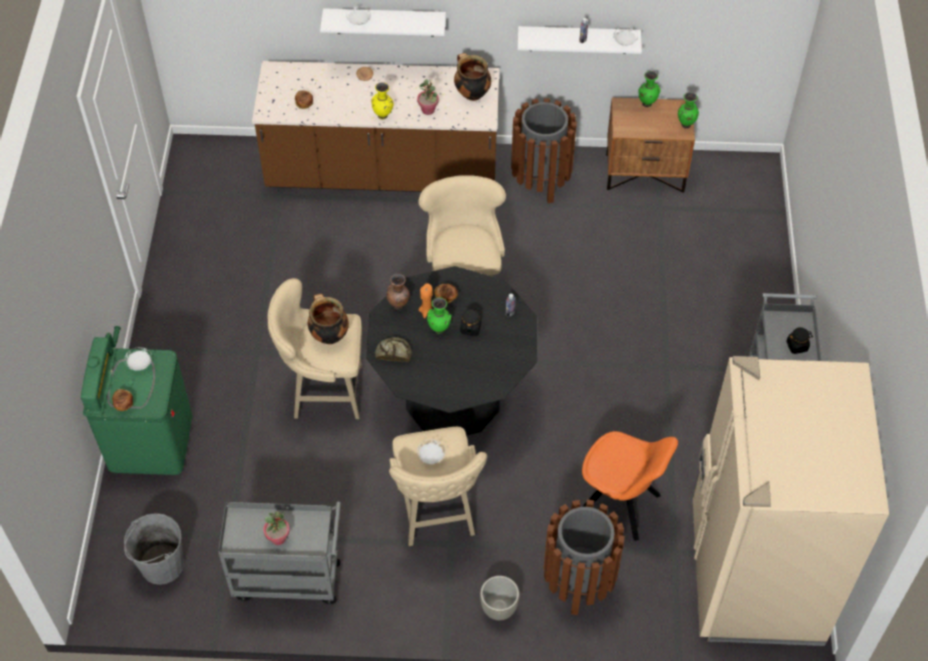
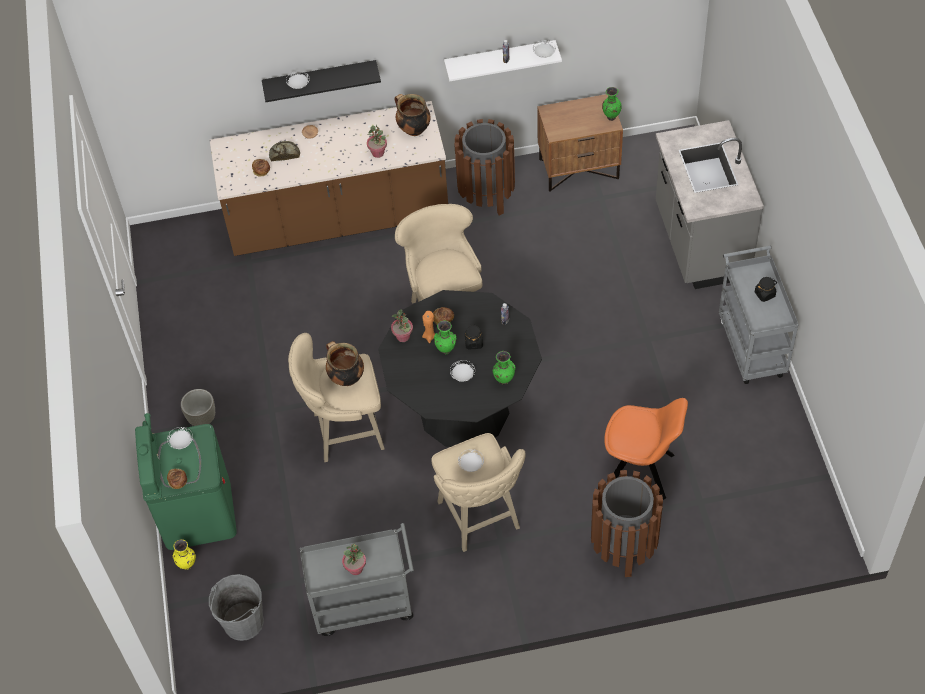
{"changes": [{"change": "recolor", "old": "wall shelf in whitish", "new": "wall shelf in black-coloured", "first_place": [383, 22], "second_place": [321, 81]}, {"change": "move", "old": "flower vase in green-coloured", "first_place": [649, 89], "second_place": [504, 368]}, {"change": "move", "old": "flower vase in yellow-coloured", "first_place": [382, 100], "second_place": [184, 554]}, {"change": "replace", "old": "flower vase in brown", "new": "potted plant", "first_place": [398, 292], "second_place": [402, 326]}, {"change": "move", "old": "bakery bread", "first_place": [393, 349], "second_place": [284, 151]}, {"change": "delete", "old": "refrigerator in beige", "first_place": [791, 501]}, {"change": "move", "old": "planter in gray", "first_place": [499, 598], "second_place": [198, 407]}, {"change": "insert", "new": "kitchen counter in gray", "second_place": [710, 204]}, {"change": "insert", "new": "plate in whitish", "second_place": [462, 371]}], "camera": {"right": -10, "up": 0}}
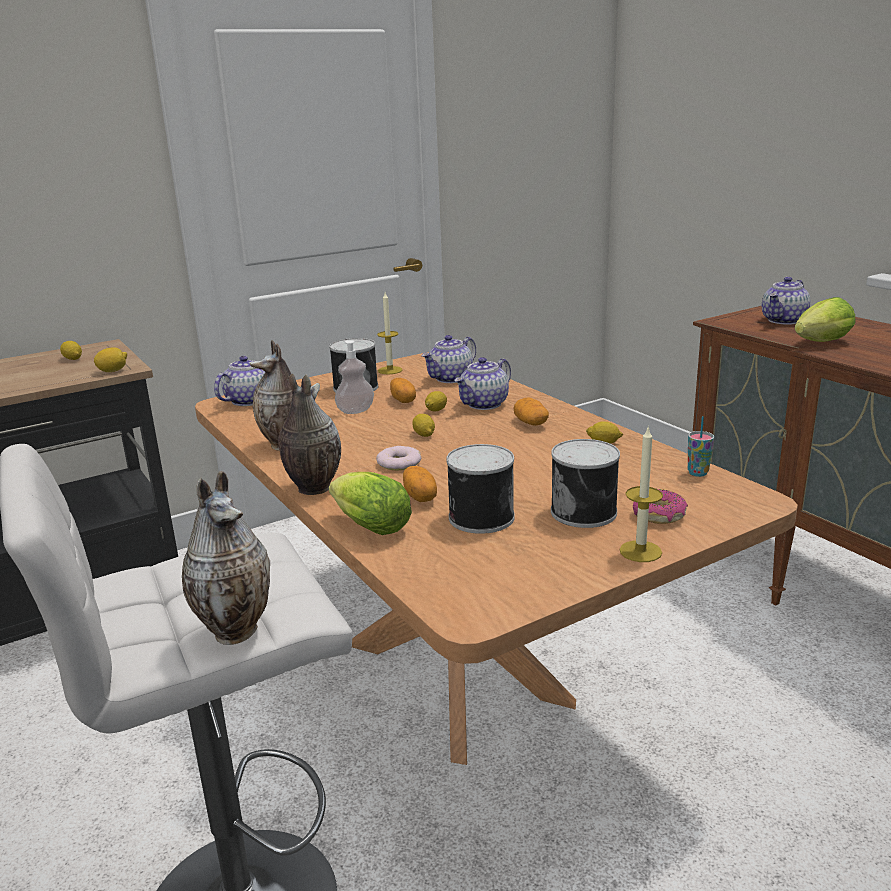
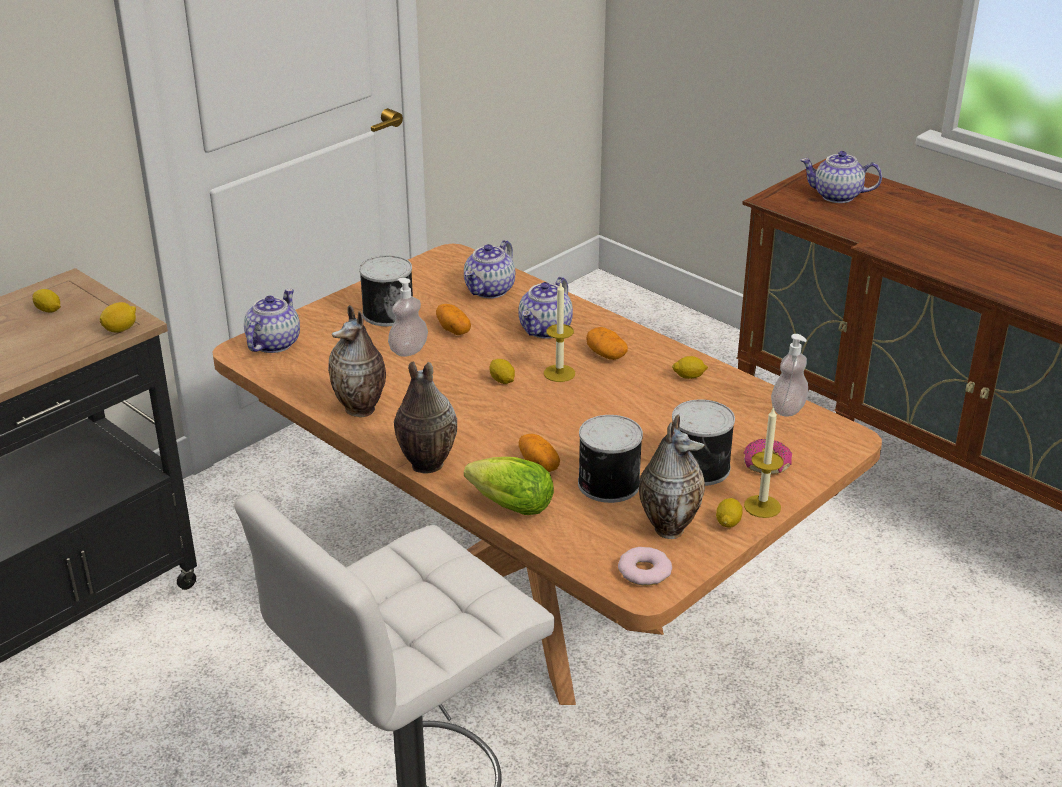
{"changes": [{"change": "rotate", "old": "teapot", "first_place": [786, 301], "second_place": [841, 177], "degrees": 75}, {"change": "move", "old": "candle", "first_place": [389, 333], "second_place": [559, 332]}, {"change": "delete", "old": "lettuce", "first_place": [825, 319]}, {"change": "move", "old": "citrus fruit", "first_place": [436, 401], "second_place": [729, 513]}, {"change": "replace", "old": "cup", "new": "soap bottle", "first_place": [701, 446], "second_place": [790, 375]}, {"change": "move", "old": "doughnut", "first_place": [398, 458], "second_place": [645, 566]}, {"change": "move", "old": "flower vase", "first_place": [226, 558], "second_place": [672, 476]}], "camera": {"right": -15, "up": 10}}
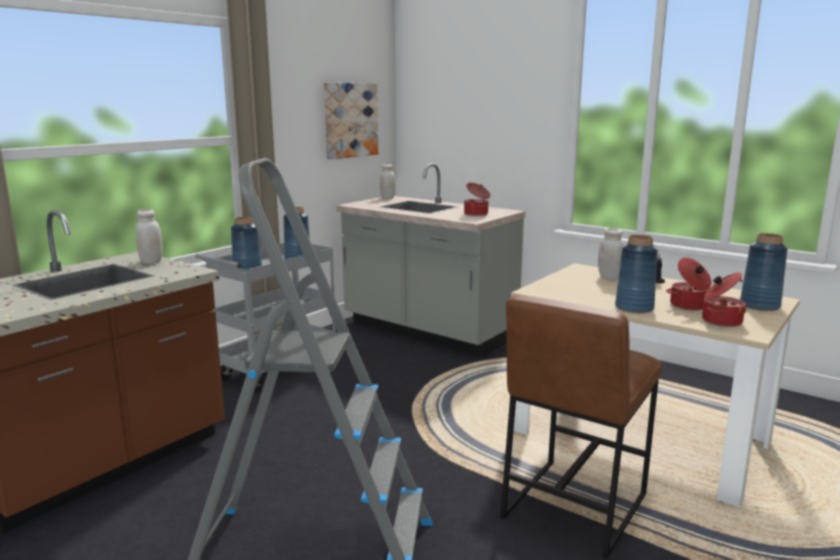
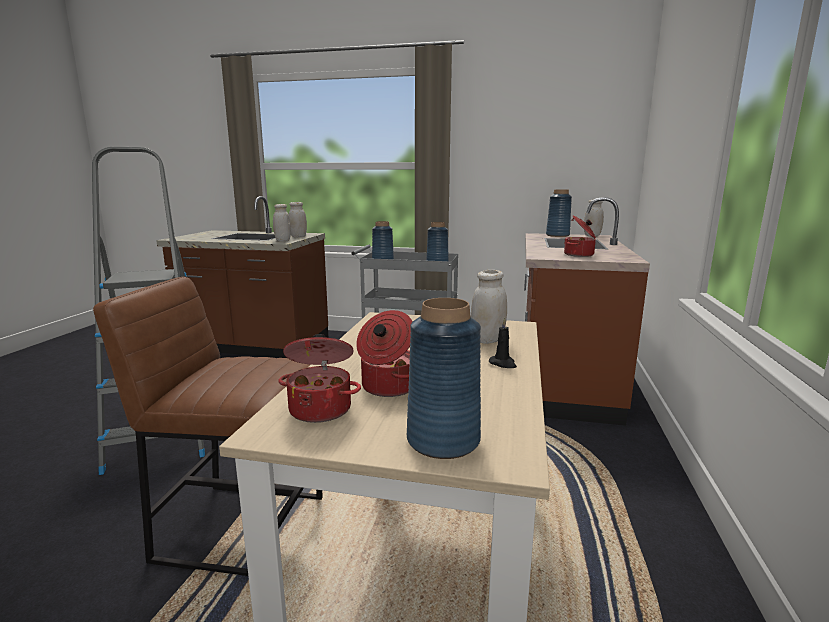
{"changes": [{"change": "delete", "old": "wall art", "first_place": [351, 120]}, {"change": "recolor", "old": "kitchen counter in gray", "new": "kitchen counter in brown", "first_place": [430, 259], "second_place": [587, 311]}, {"change": "move", "old": "flower vase in blue", "first_place": [636, 274], "second_place": [559, 213]}, {"change": "insert", "new": "preserve jar in whitish", "second_place": [282, 223]}], "camera": {"right": 65, "up": 0}}
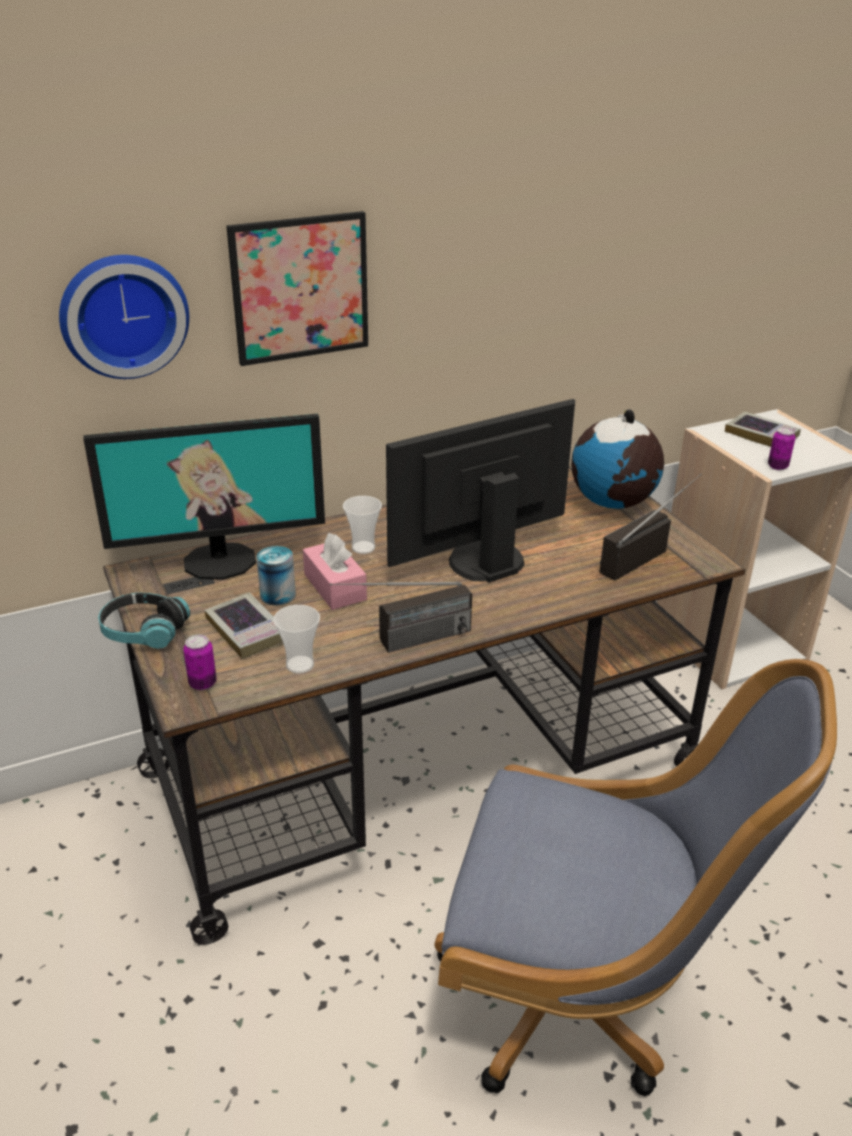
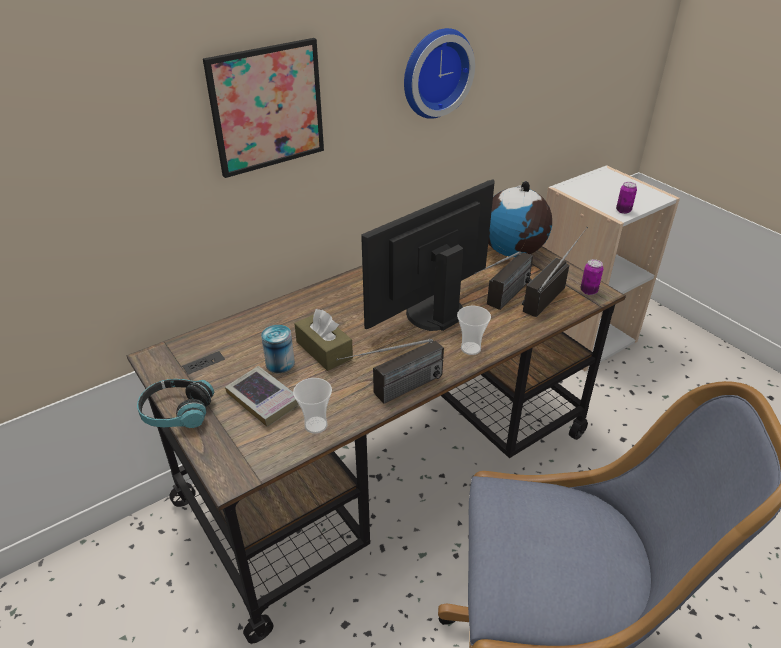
{"changes": [{"change": "move", "old": "hanging clock", "first_place": [124, 317], "second_place": [439, 73]}, {"change": "delete", "old": "bound book", "first_place": [763, 429]}, {"change": "delete", "old": "computer display", "first_place": [204, 497]}, {"change": "move", "old": "cup", "first_place": [362, 525], "second_place": [474, 330]}, {"change": "recolor", "old": "tissue holder in pink-coloured", "new": "tissue holder in brown", "first_place": [335, 571], "second_place": [323, 340]}, {"change": "move", "old": "metal can", "first_place": [200, 662], "second_place": [591, 277]}, {"change": "insert", "new": "radio set", "second_place": [503, 280]}], "camera": {"right": -10, "up": 5}}
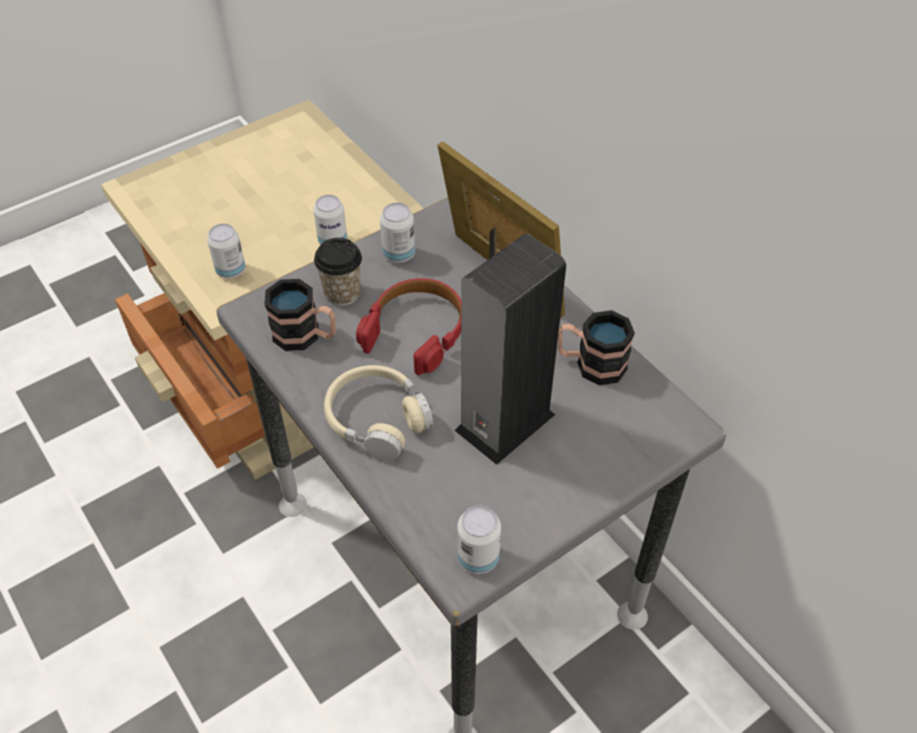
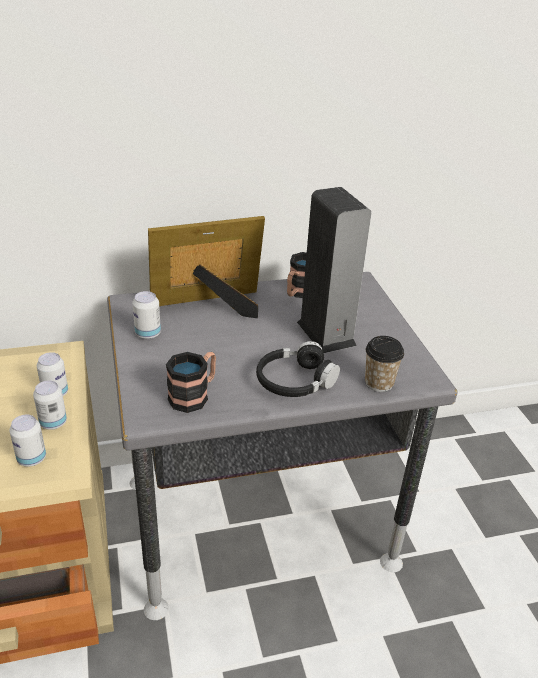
{"changes": [{"change": "move", "old": "cup", "first_place": [338, 272], "second_place": [384, 364]}, {"change": "delete", "old": "headphones in reddish", "first_place": [408, 326]}, {"change": "recolor", "old": "headphones in beige", "new": "headphones in black-coloured", "first_place": [378, 412], "second_place": [298, 369]}, {"change": "move", "old": "metal can", "first_place": [479, 539], "second_place": [50, 405]}], "camera": {"right": -70, "up": -15}}
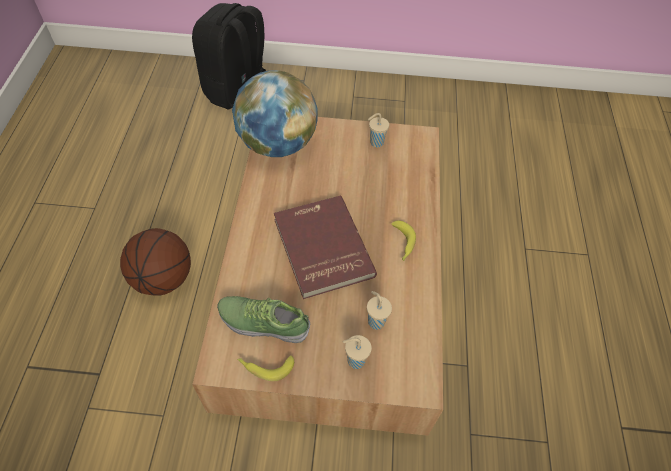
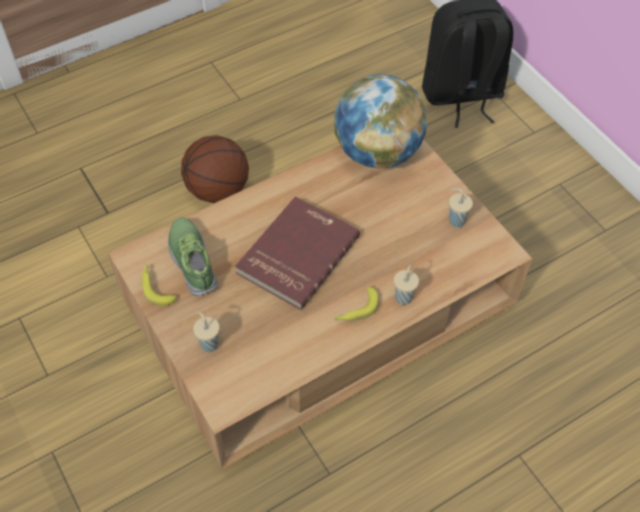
{"changes": [{"change": "move", "old": "cup in beige", "first_place": [379, 310], "second_place": [406, 284]}], "camera": {"right": 55, "up": 0}}
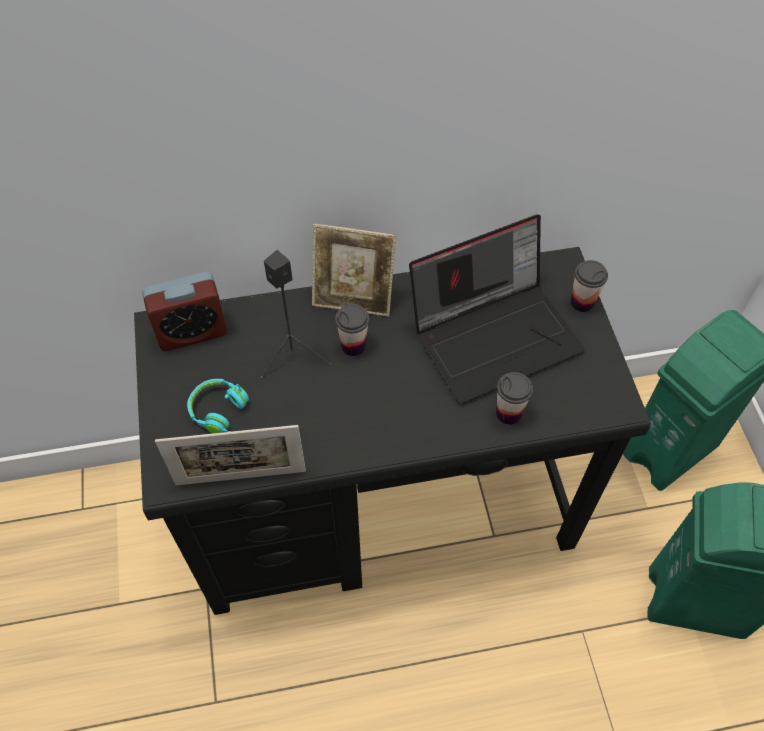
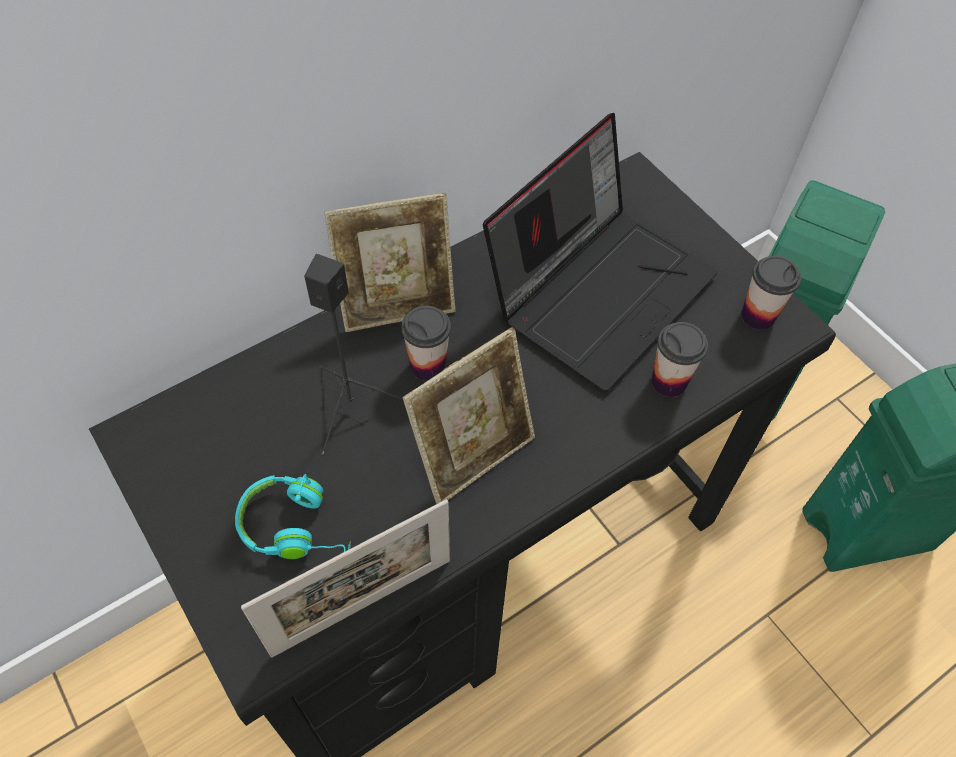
{"changes": [{"change": "move", "old": "cup", "first_place": [589, 286], "second_place": [771, 293]}, {"change": "delete", "old": "table clock", "first_place": [185, 311]}, {"change": "insert", "new": "photo frame", "second_place": [468, 415]}], "camera": {"right": -25, "up": 0}}
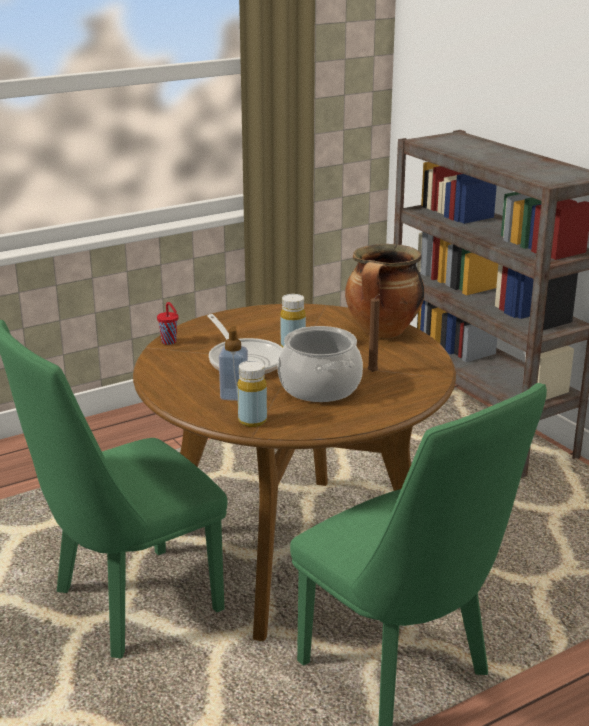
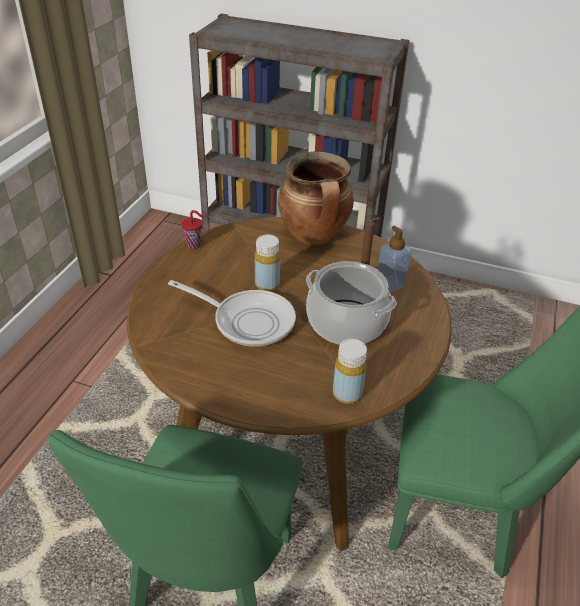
{"changes": [{"change": "move", "old": "cup in reddish", "first_place": [167, 323], "second_place": [193, 229]}, {"change": "move", "old": "soap bottle", "first_place": [233, 363], "second_place": [395, 259]}], "camera": {"right": -40, "up": 15}}
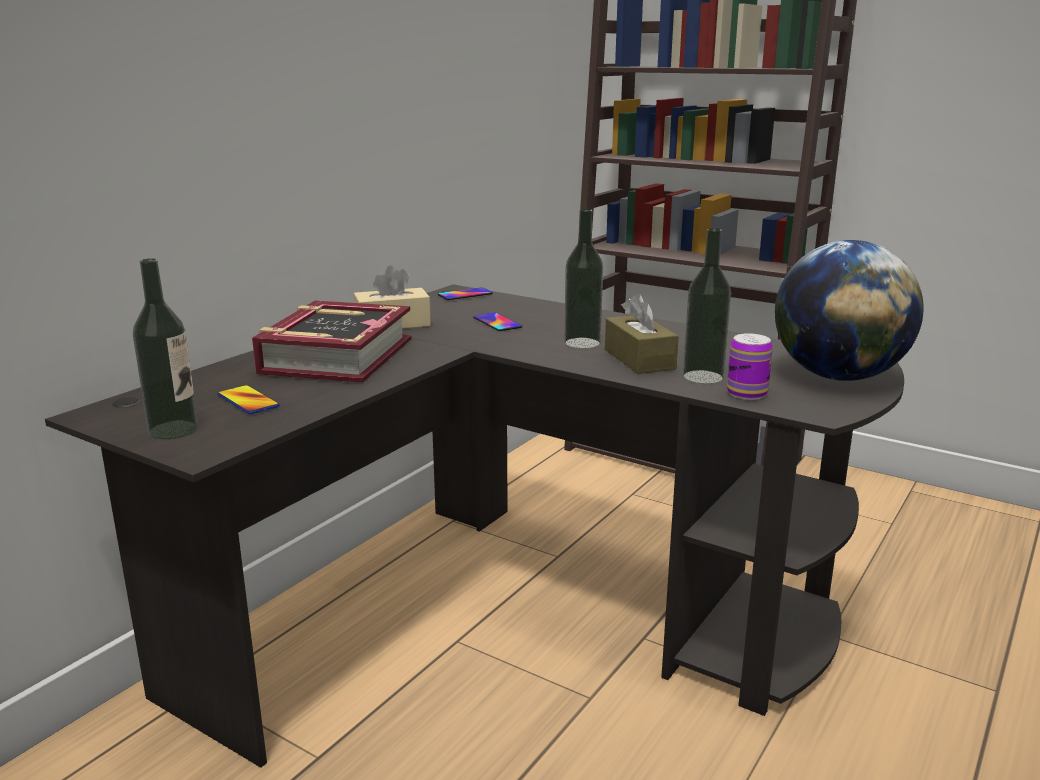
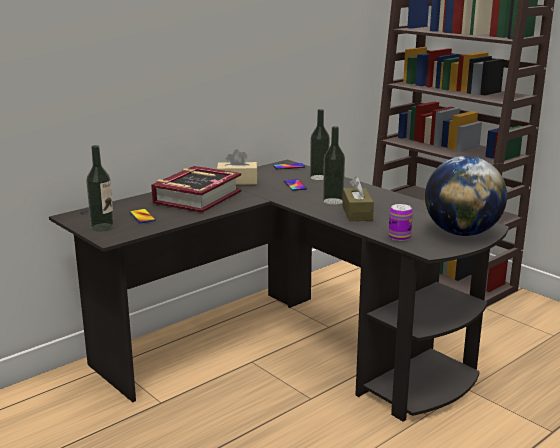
{"changes": [{"change": "move", "old": "bottle", "first_place": [707, 306], "second_place": [320, 145]}], "camera": {"right": 15, "up": 0}}
